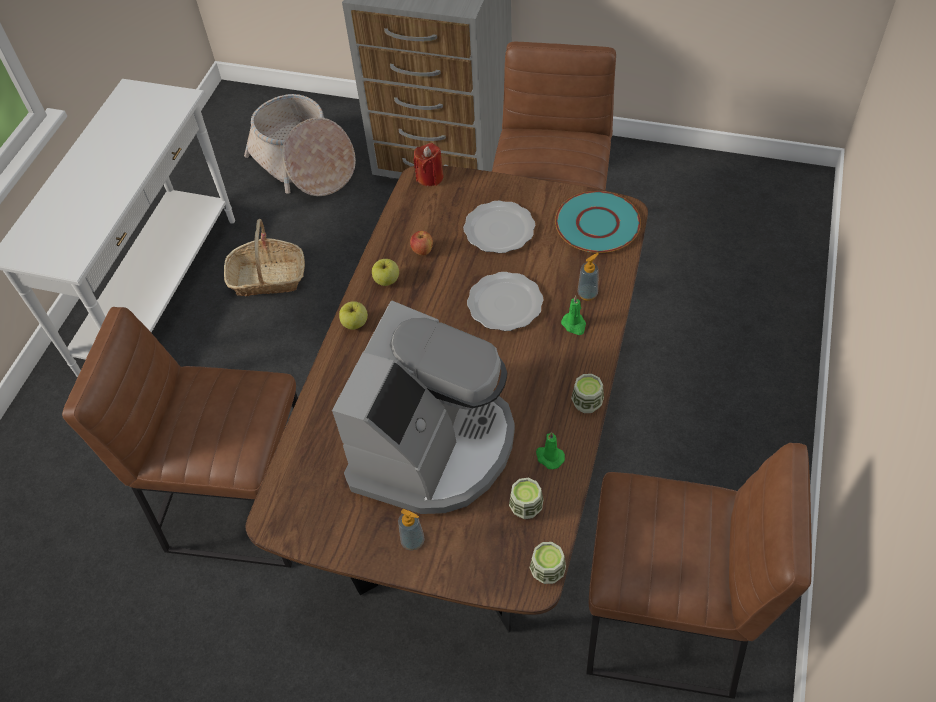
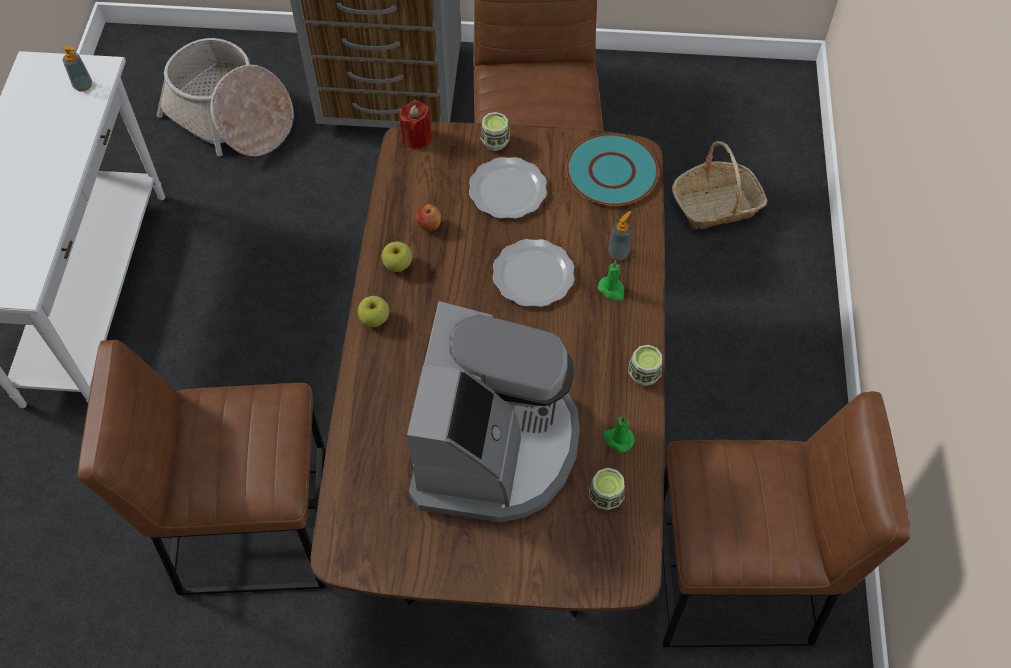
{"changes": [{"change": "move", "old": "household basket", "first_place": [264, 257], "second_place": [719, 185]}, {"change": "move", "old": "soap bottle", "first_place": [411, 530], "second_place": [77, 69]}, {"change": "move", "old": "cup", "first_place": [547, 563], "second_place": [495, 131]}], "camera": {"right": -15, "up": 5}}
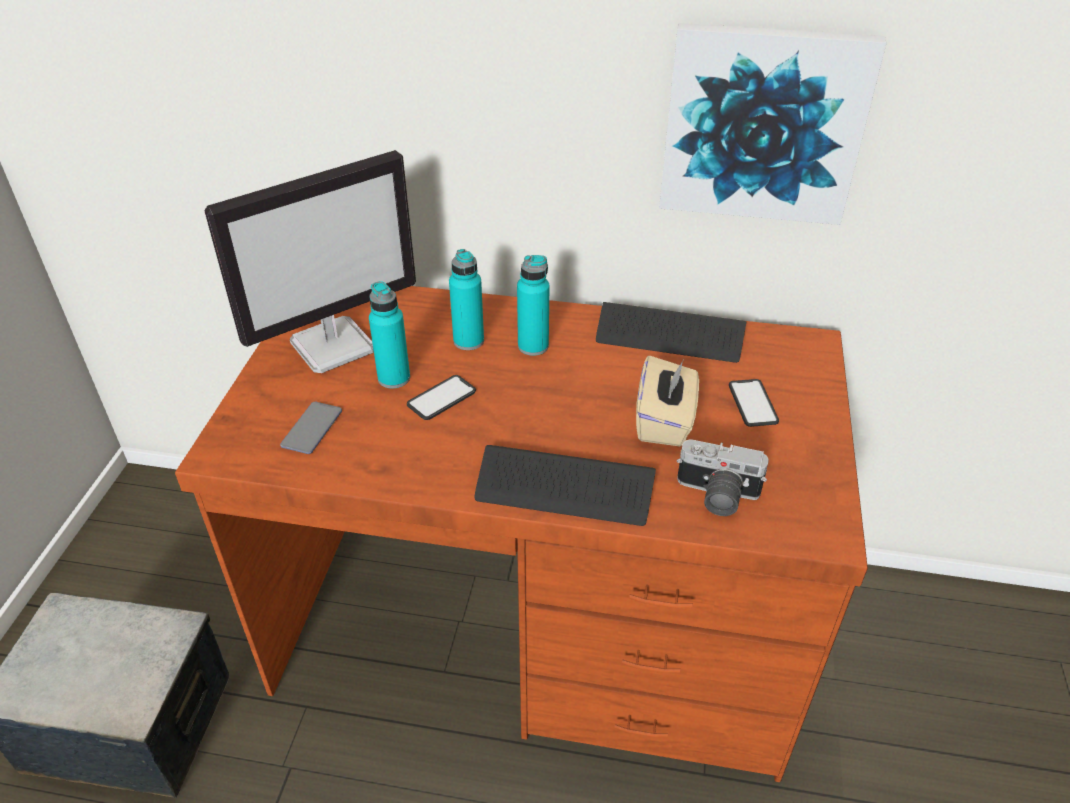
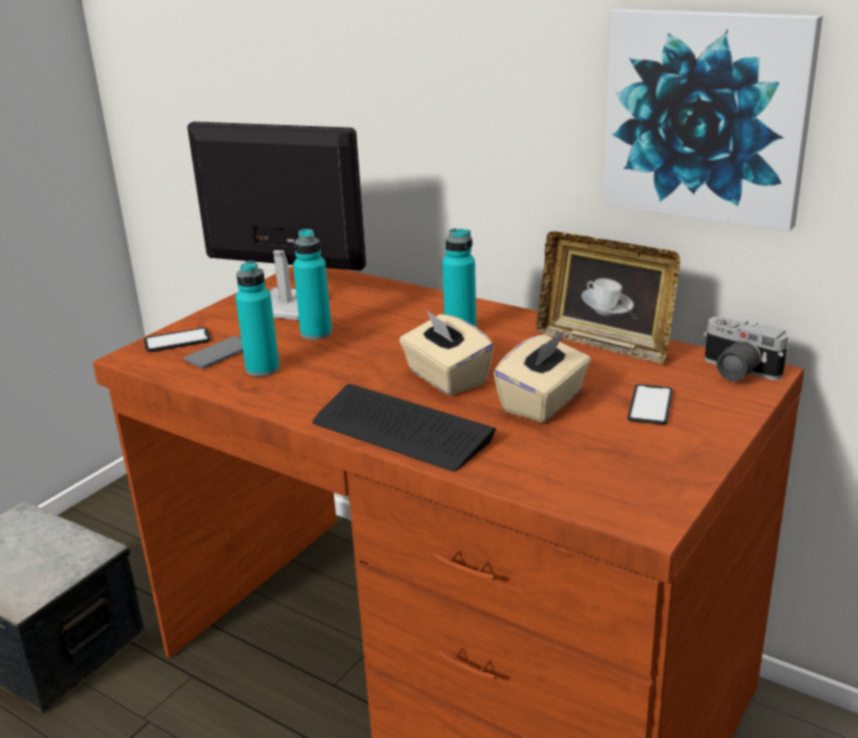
{"changes": [{"change": "rotate", "old": "computer display", "first_place": [310, 261], "second_place": [276, 221], "degrees": -150}, {"change": "move", "old": "bottle in turquoise", "first_place": [466, 299], "second_place": [257, 319]}, {"change": "replace", "old": "PC keyboard", "new": "photo frame", "first_place": [671, 332], "second_place": [608, 297]}, {"change": "move", "old": "phone", "first_place": [441, 397], "second_place": [177, 339]}, {"change": "move", "old": "photo camera", "first_place": [723, 478], "second_place": [745, 349]}, {"change": "insert", "new": "tissue holder in beige", "second_place": [446, 353]}], "camera": {"right": 25, "up": -15}}
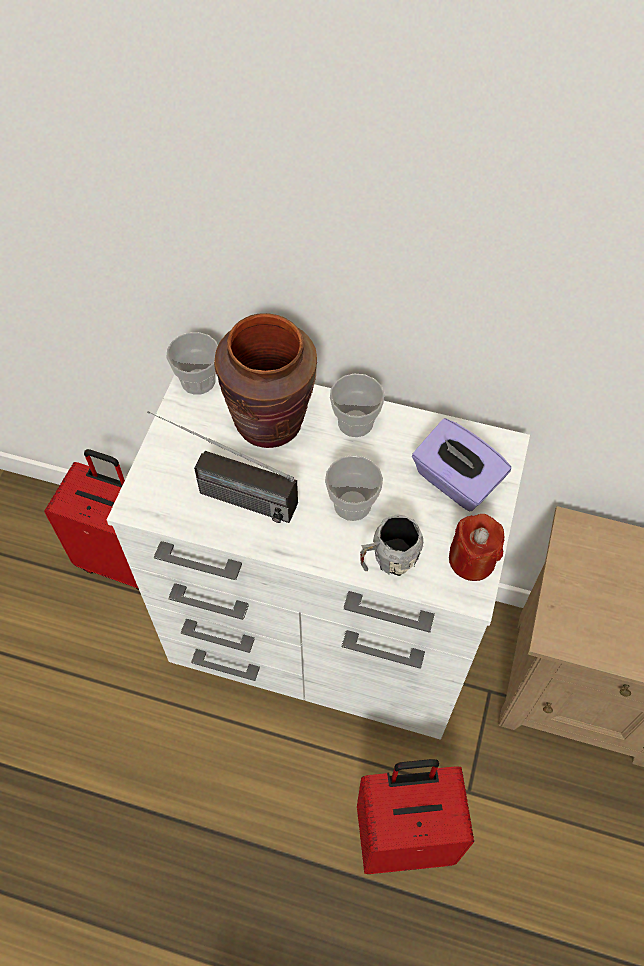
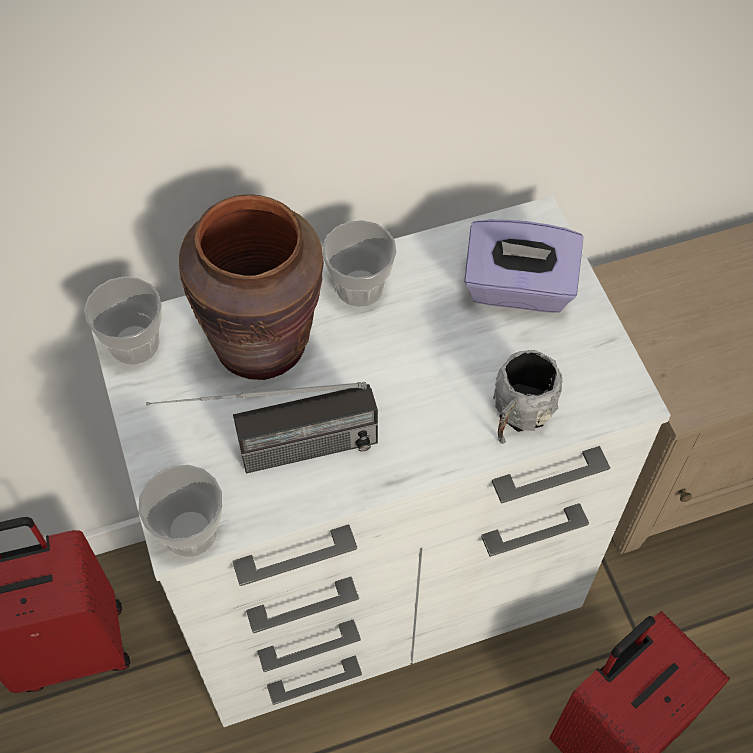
{"changes": [{"change": "move", "old": "cup", "first_place": [354, 488], "second_place": [180, 511]}, {"change": "delete", "old": "candle in reddish", "first_place": [476, 547]}], "camera": {"right": -35, "up": 0}}
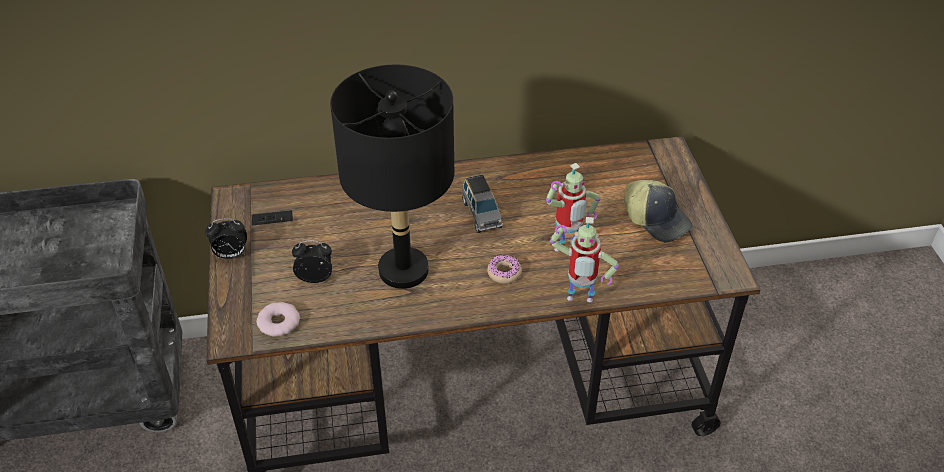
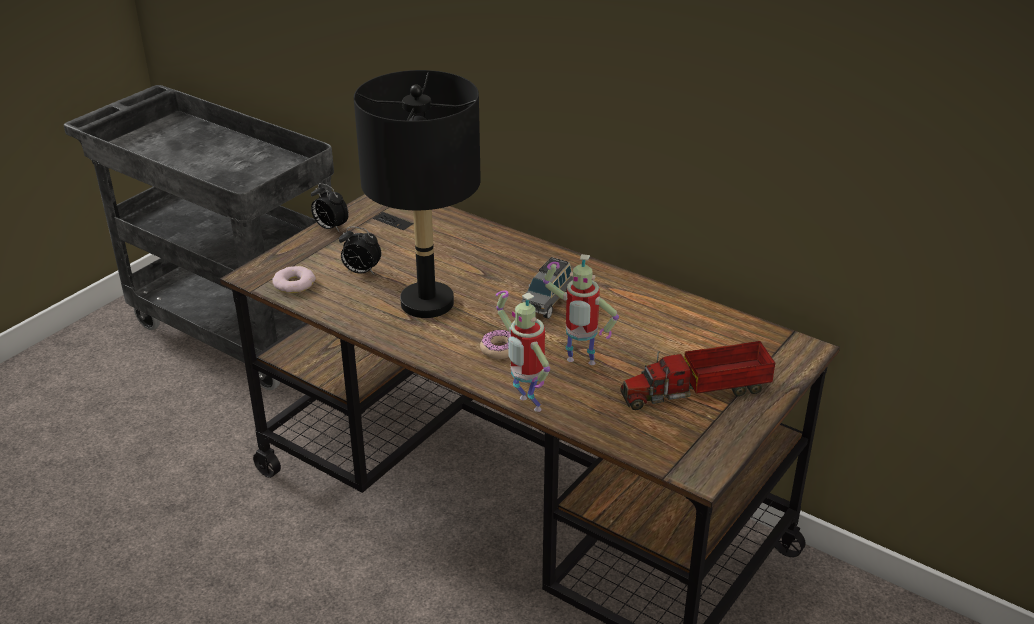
{"changes": [{"change": "replace", "old": "peaked cap", "new": "toy truck", "first_place": [658, 211], "second_place": [698, 375]}, {"change": "rotate", "old": "table clock", "first_place": [312, 261], "second_place": [360, 250], "degrees": 150}], "camera": {"right": 45, "up": -10}}
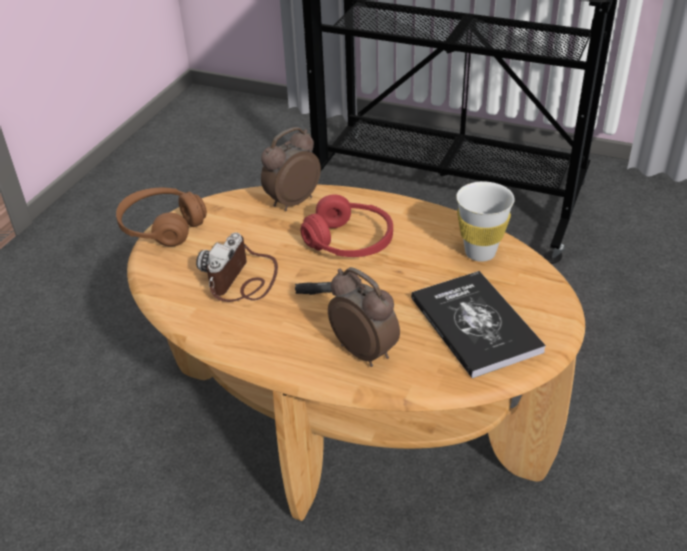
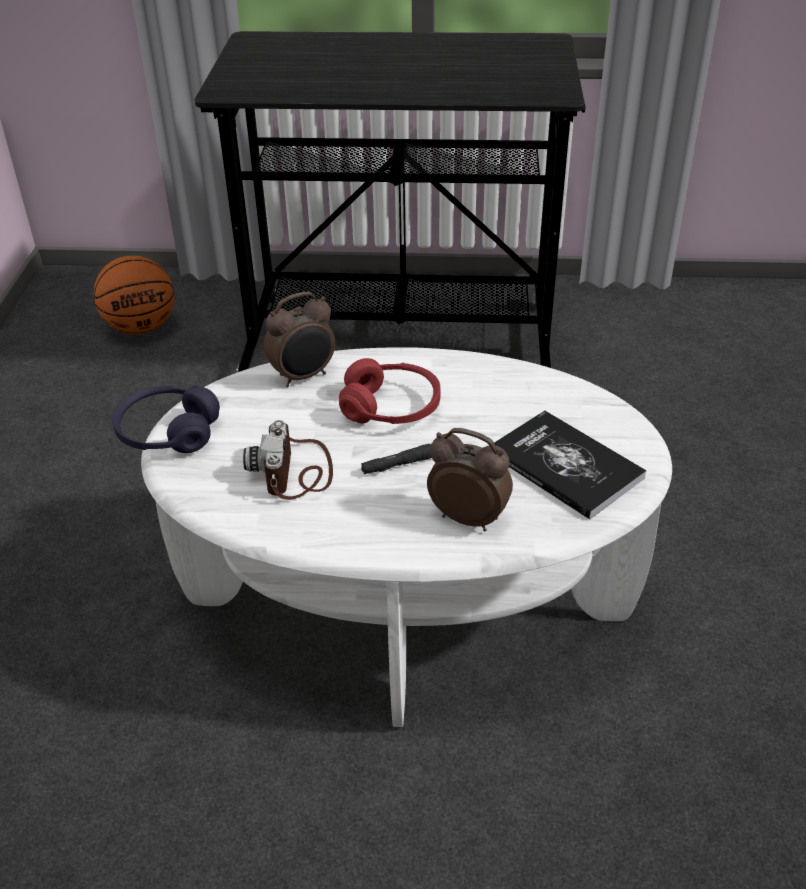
{"changes": [{"change": "rotate", "old": "table clock", "first_place": [291, 169], "second_place": [299, 339], "degrees": -150}, {"change": "delete", "old": "cup in whitish", "first_place": [485, 221]}, {"change": "recolor", "old": "coffee table in brown", "new": "coffee table in whitish", "first_place": [356, 352], "second_place": [406, 537]}, {"change": "recolor", "old": "headphones in brown", "new": "headphones in purplish", "first_place": [161, 217], "second_place": [166, 419]}, {"change": "insert", "new": "basketball", "second_place": [134, 295]}], "camera": {"right": -20, "up": 0}}
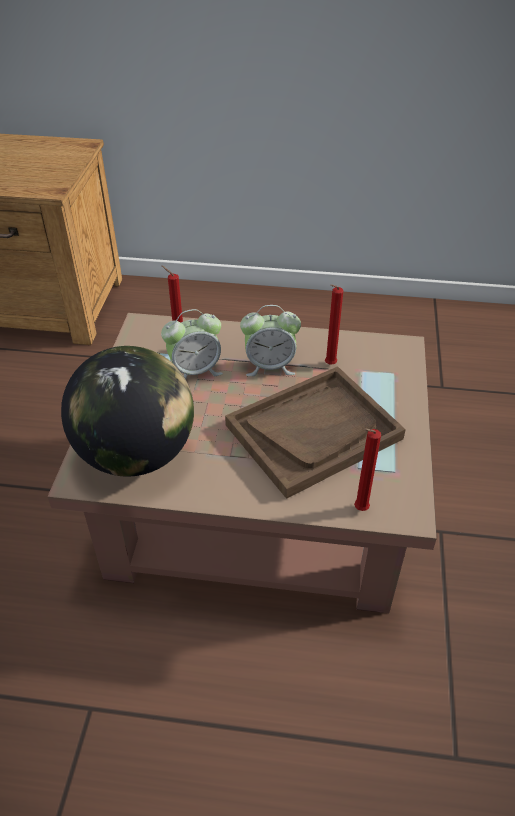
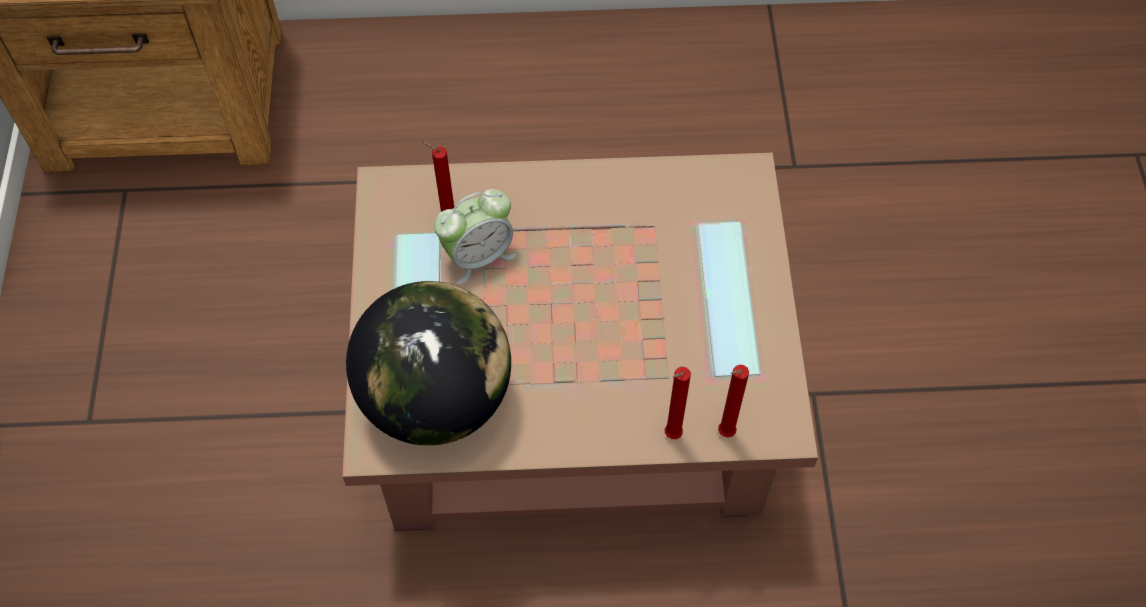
{"changes": [{"change": "move", "old": "candle in reddish", "first_place": [334, 324], "second_place": [678, 403]}, {"change": "delete", "old": "table clock", "first_place": [270, 340]}, {"change": "delete", "old": "tray in brown", "first_place": [315, 432]}], "camera": {"right": -10, "up": 15}}
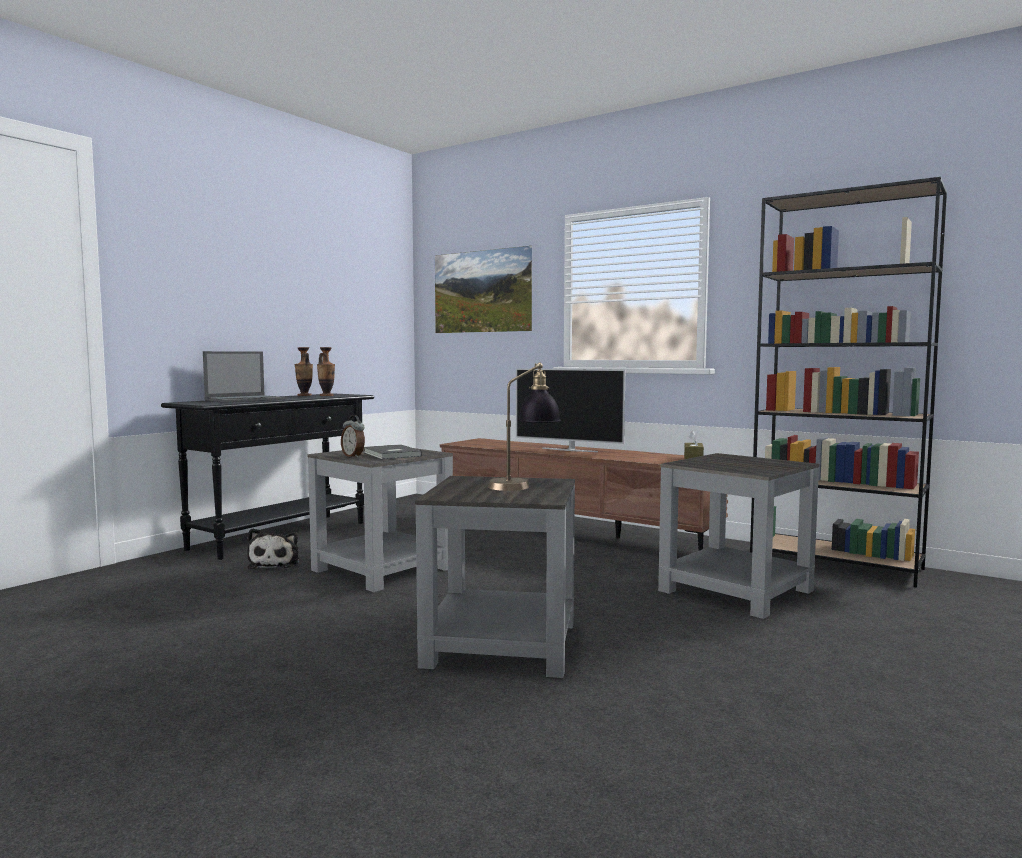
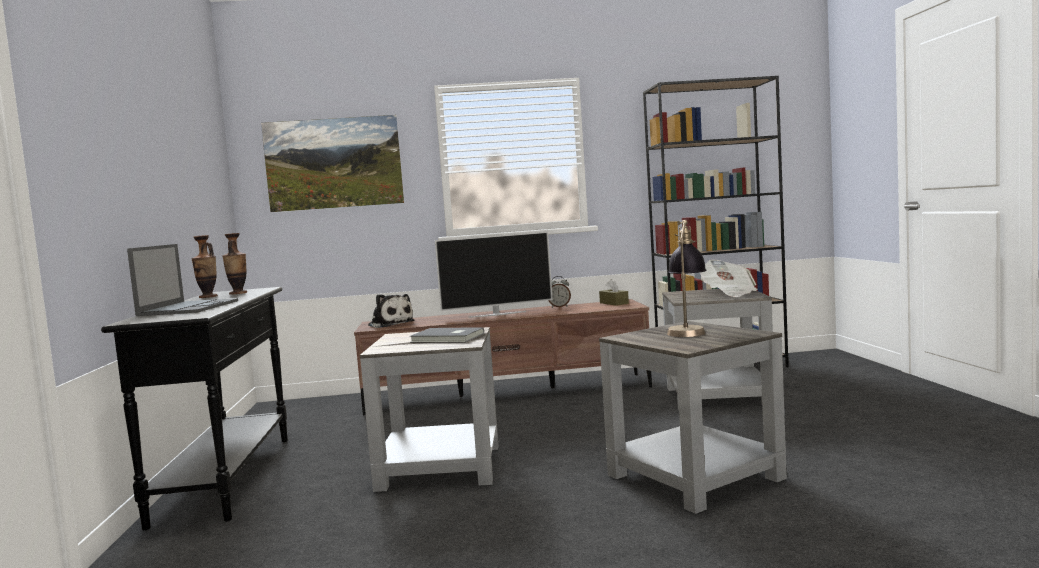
{"changes": [{"change": "move", "old": "table clock", "first_place": [353, 436], "second_place": [559, 292]}, {"change": "move", "old": "soft toy", "first_place": [273, 548], "second_place": [391, 311]}, {"change": "insert", "new": "daily paper", "second_place": [729, 278]}], "camera": {"right": -40, "up": 0}}
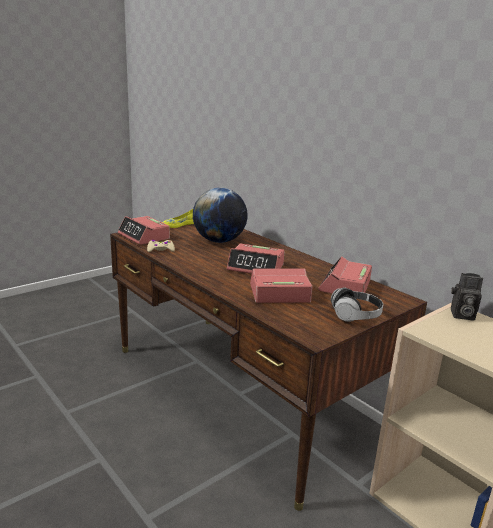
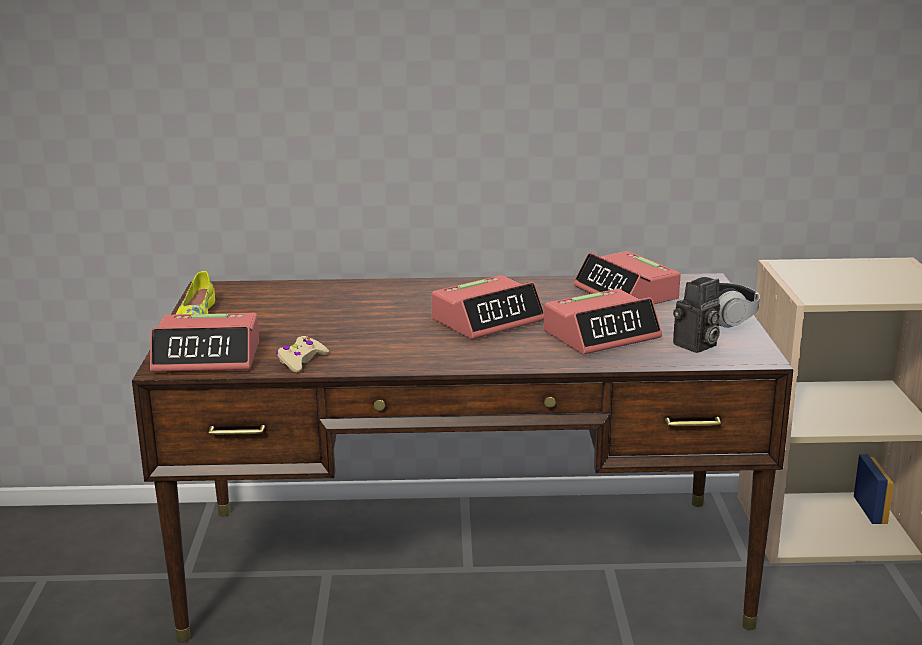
{"changes": [{"change": "delete", "old": "desk globe", "first_place": [220, 215]}, {"change": "rotate", "old": "table clock", "first_place": [281, 285], "second_place": [603, 322], "degrees": -150}, {"change": "move", "old": "photo camera", "first_place": [467, 297], "second_place": [696, 315]}], "camera": {"right": -50, "up": 0}}
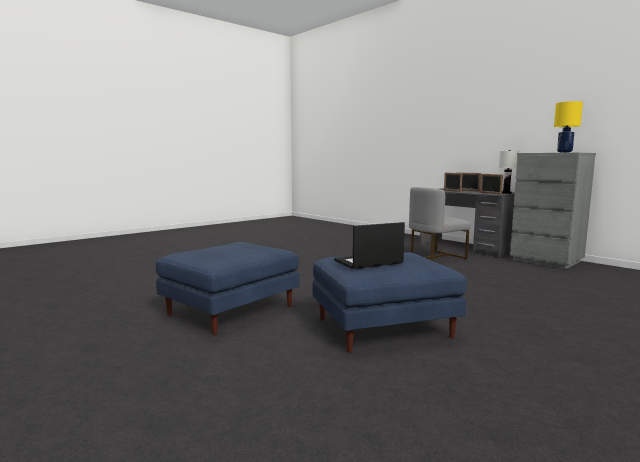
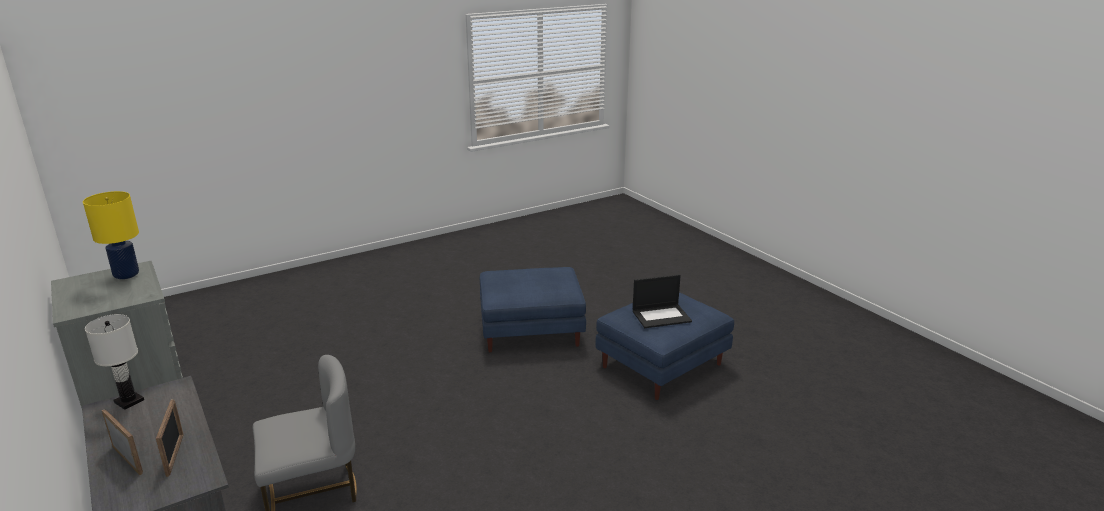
{"changes": [{"change": "delete", "old": "photo frame", "first_place": [491, 184]}, {"change": "move", "old": "laptop", "first_place": [369, 245], "second_place": [662, 301]}], "camera": {"right": -170, "up": 15}}
